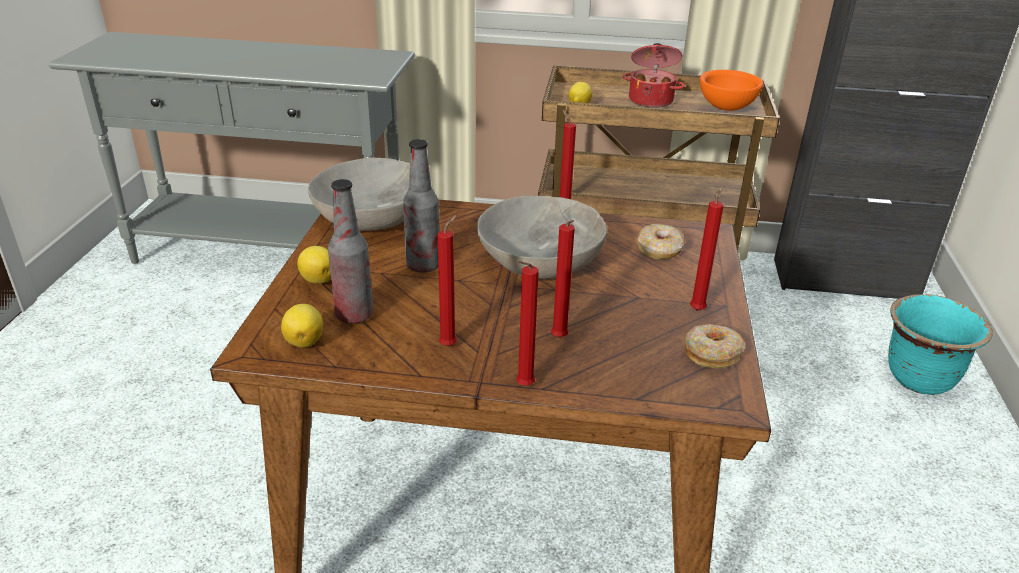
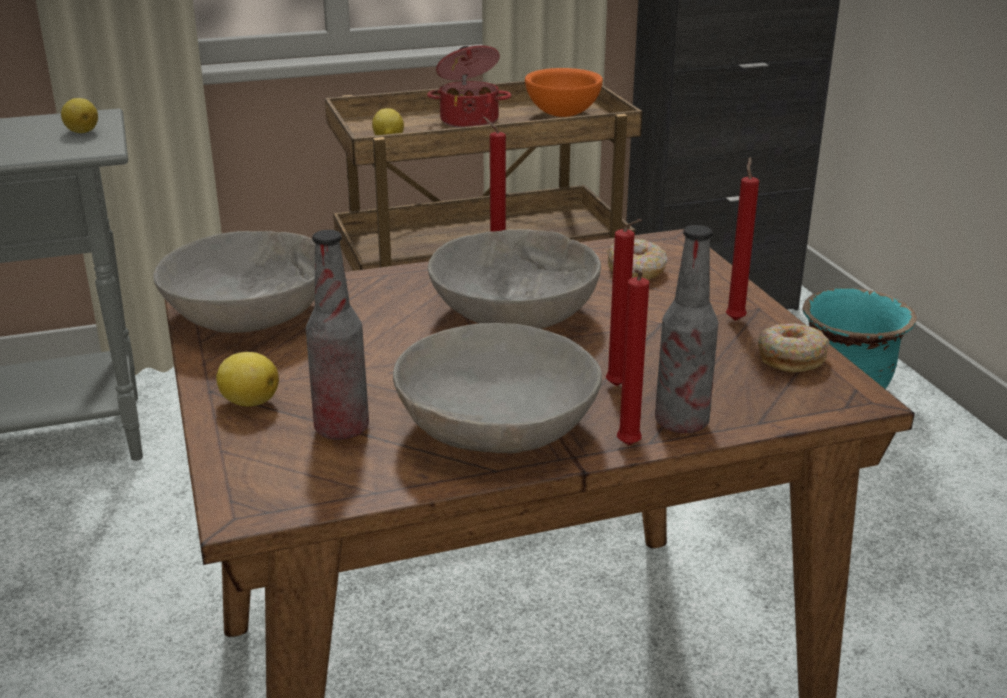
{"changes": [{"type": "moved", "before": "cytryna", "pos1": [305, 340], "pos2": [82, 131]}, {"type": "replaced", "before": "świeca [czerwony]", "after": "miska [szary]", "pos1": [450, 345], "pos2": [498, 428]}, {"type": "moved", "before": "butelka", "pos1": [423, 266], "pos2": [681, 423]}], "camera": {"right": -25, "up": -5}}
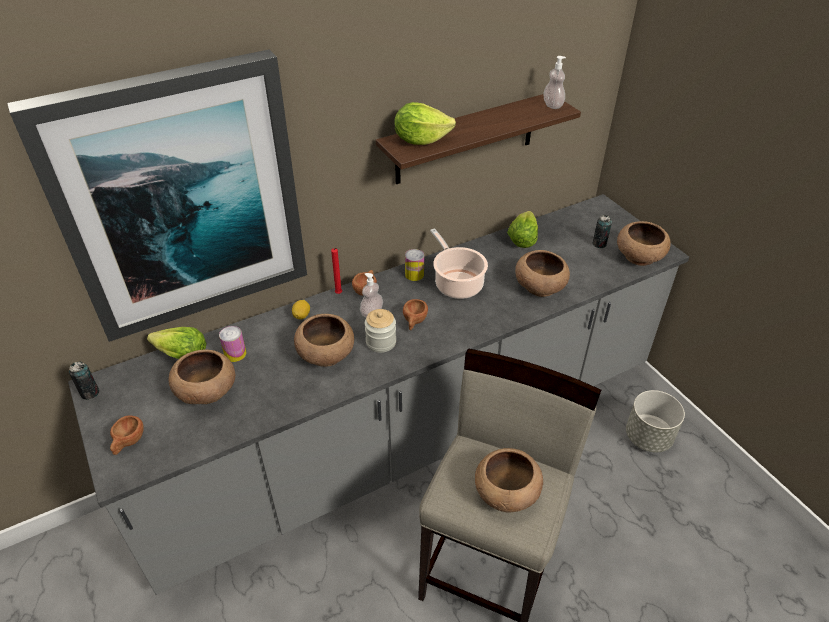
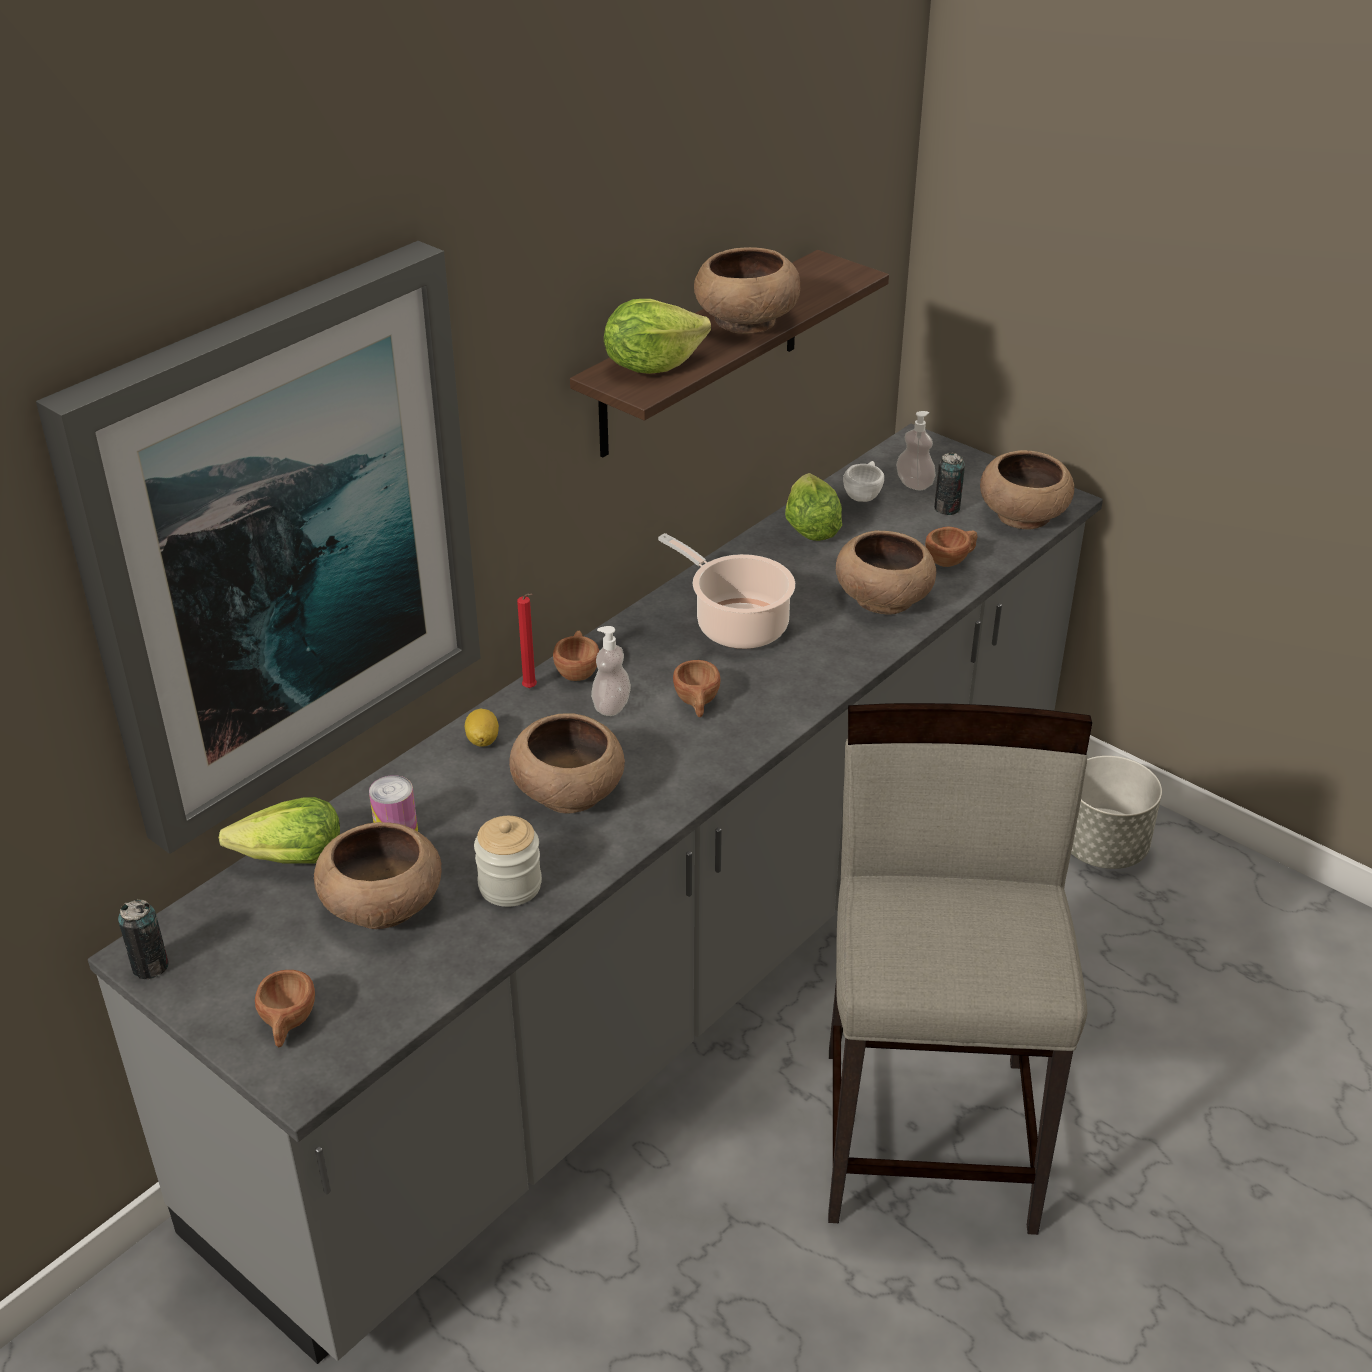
{"changes": [{"type": "moved", "before": "słoik", "pos1": [381, 342], "pos2": [510, 885]}, {"type": "moved", "before": "miska [brązowy]", "pos1": [505, 492], "pos2": [745, 321]}, {"type": "added", "after": "filiżanka [biały]", "pos2": [864, 494]}, {"type": "moved", "before": "dozownik mydła", "pos1": [552, 105], "pos2": [914, 484]}, {"type": "added", "after": "filiżanka [brązowy]", "pos2": [951, 560]}, {"type": "removed", "before": "puszka", "pos1": [414, 274]}], "camera": {"right": -20, "up": -5}}
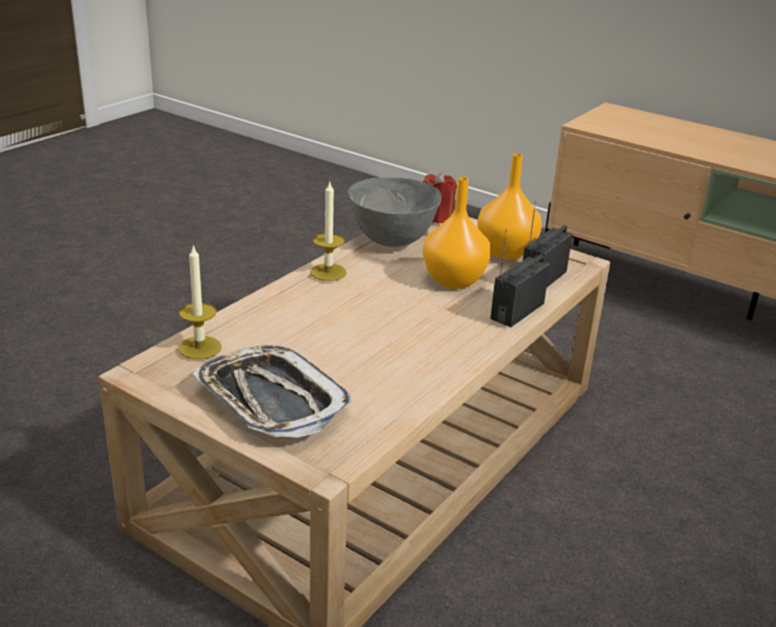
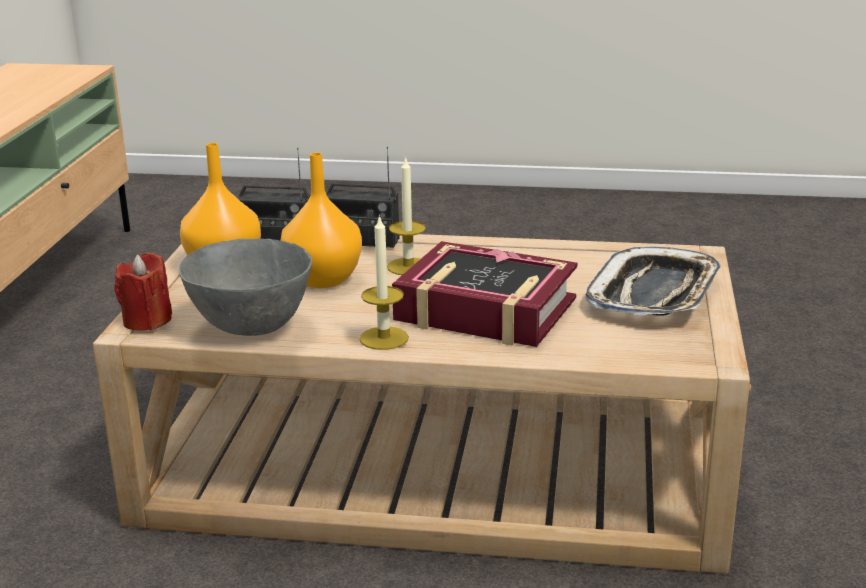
{"changes": [{"type": "moved", "before": "świeca", "pos1": [200, 347], "pos2": [408, 266]}, {"type": "added", "after": "książka", "pos2": [485, 310]}], "camera": {"right": -115, "up": -5}}
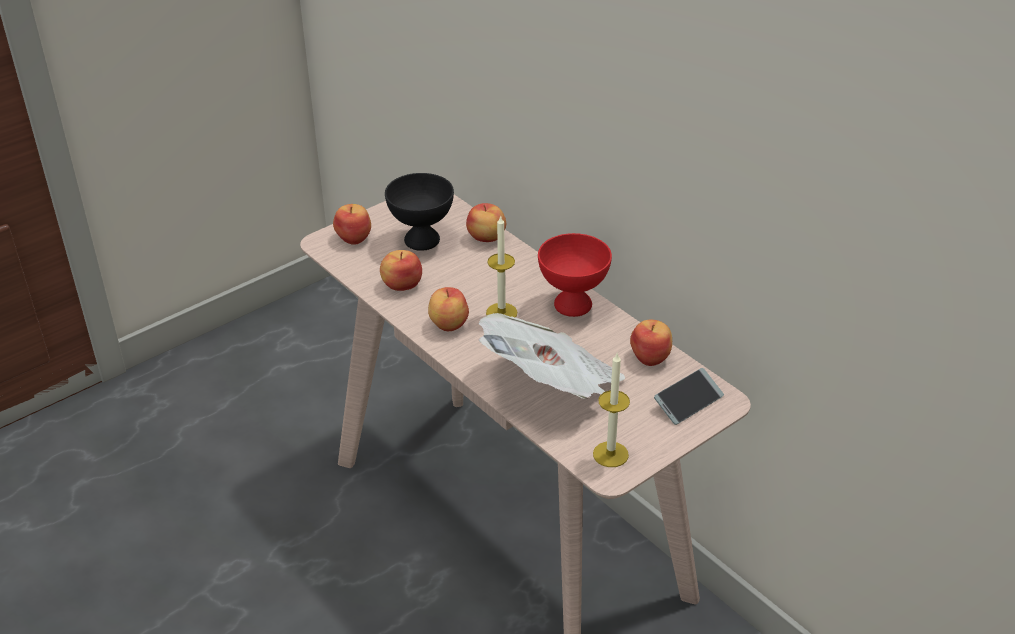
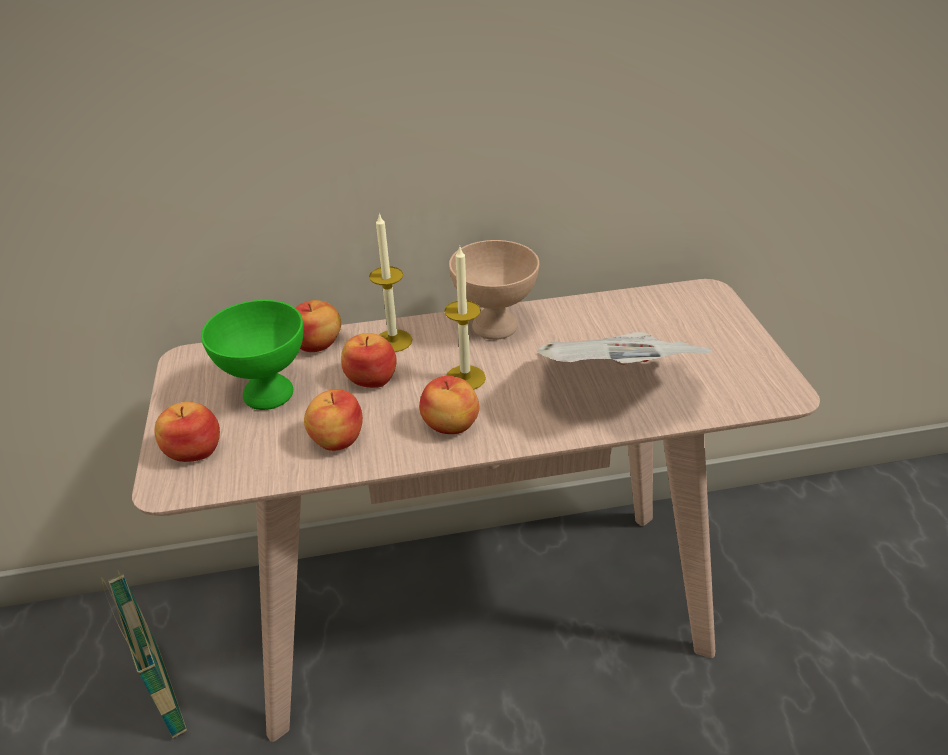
{"changes": [{"type": "added", "after": "koszyk", "pos2": [166, 692]}, {"type": "recoloured", "before": "miska [czarny]", "after": "miska [zielony]", "pos1": [422, 241], "pos2": [270, 394]}, {"type": "moved", "before": "jabłko", "pos1": [651, 356], "pos2": [371, 378]}, {"type": "moved", "before": "świeca", "pos1": [610, 454], "pos2": [393, 341]}, {"type": "recoloured", "before": "miska [czerwony]", "after": "miska [beżowy]", "pos1": [572, 304], "pos2": [493, 326]}, {"type": "removed", "before": "telefon", "pos1": [688, 402]}], "camera": {"right": -60, "up": 0}}
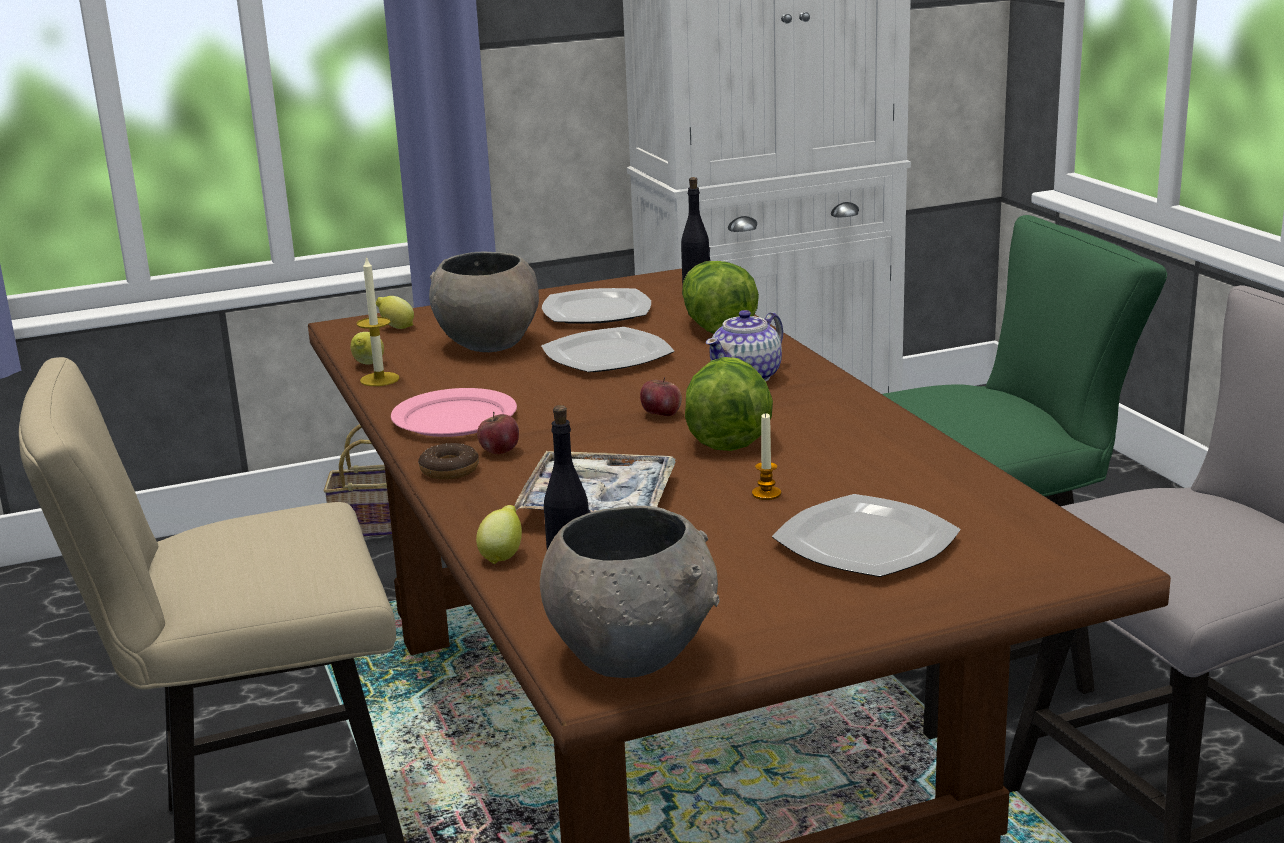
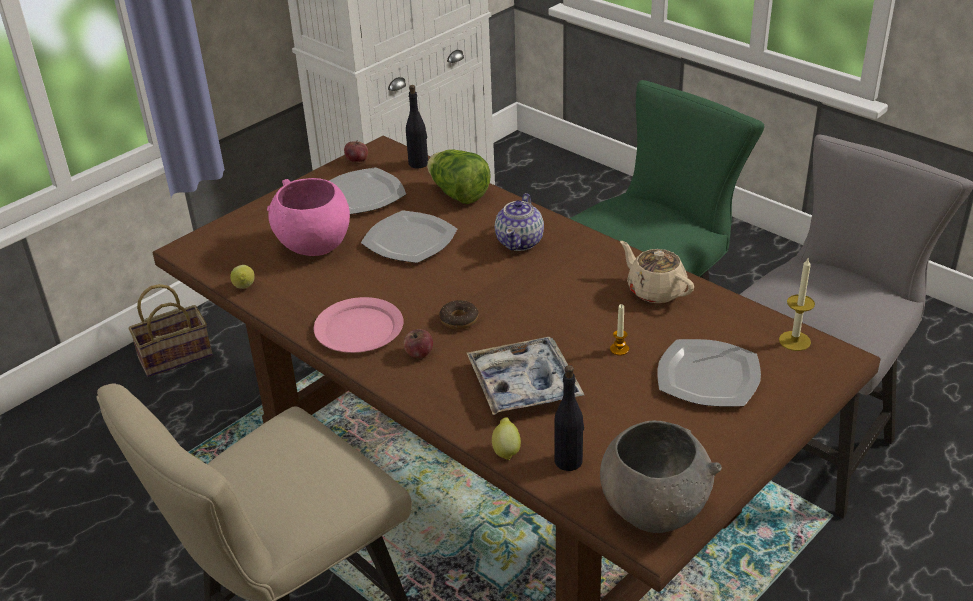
{"changes": [{"type": "recoloured", "before": "miska [szary]", "after": "miska [różowy]", "pos1": [488, 344], "pos2": [314, 246]}, {"type": "moved", "before": "jabłko", "pos1": [661, 414], "pos2": [357, 160]}, {"type": "moved", "before": "donut", "pos1": [449, 470], "pos2": [459, 320]}, {"type": "added", "after": "imbryk [beżowy]", "pos2": [655, 290]}, {"type": "moved", "before": "świeca", "pos1": [379, 379], "pos2": [794, 341]}, {"type": "removed", "before": "cytryna", "pos1": [396, 328]}, {"type": "removed", "before": "sałata", "pos1": [727, 437]}], "camera": {"right": -25, "up": 15}}
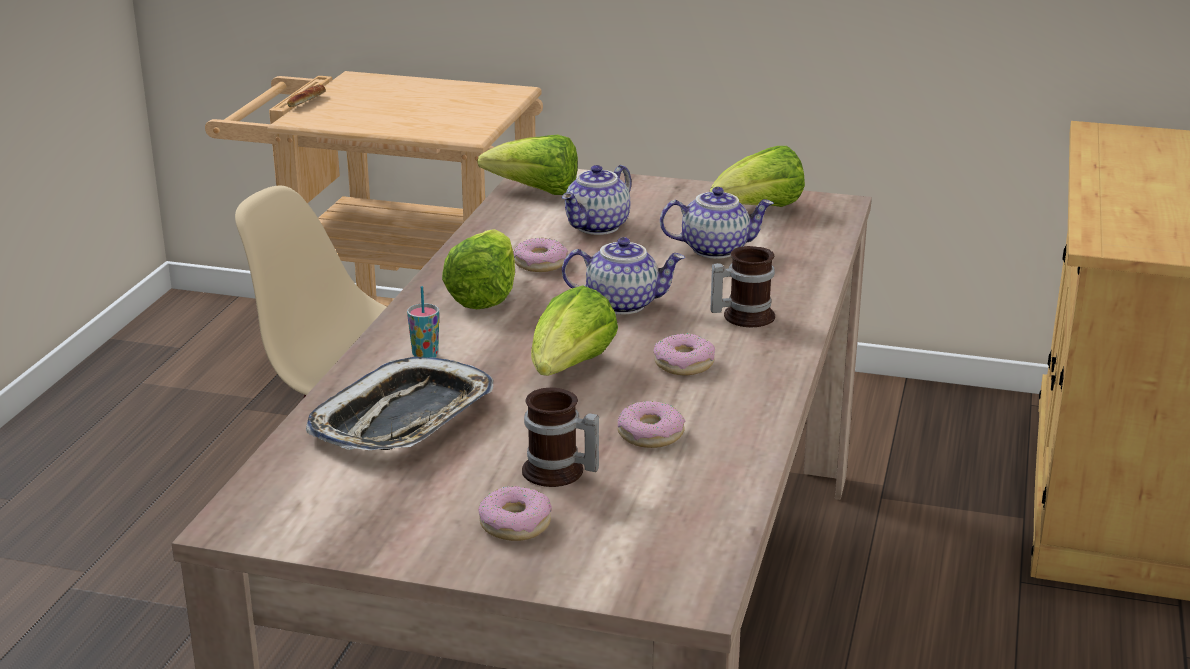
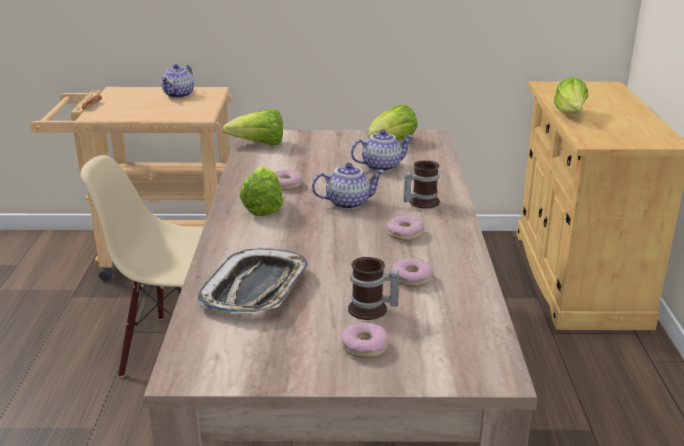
{"changes": [{"type": "moved", "before": "imbryk", "pos1": [598, 227], "pos2": [179, 95]}, {"type": "moved", "before": "sałata", "pos1": [570, 370], "pos2": [570, 114]}, {"type": "removed", "before": "filiżanka", "pos1": [425, 356]}], "camera": {"right": -15, "up": 0}}
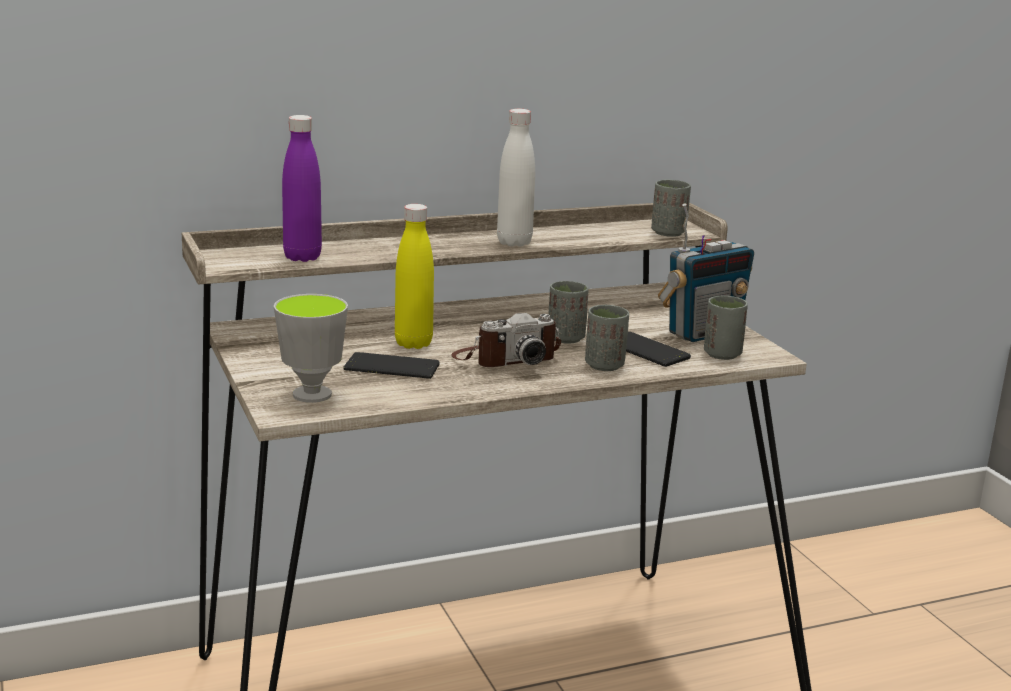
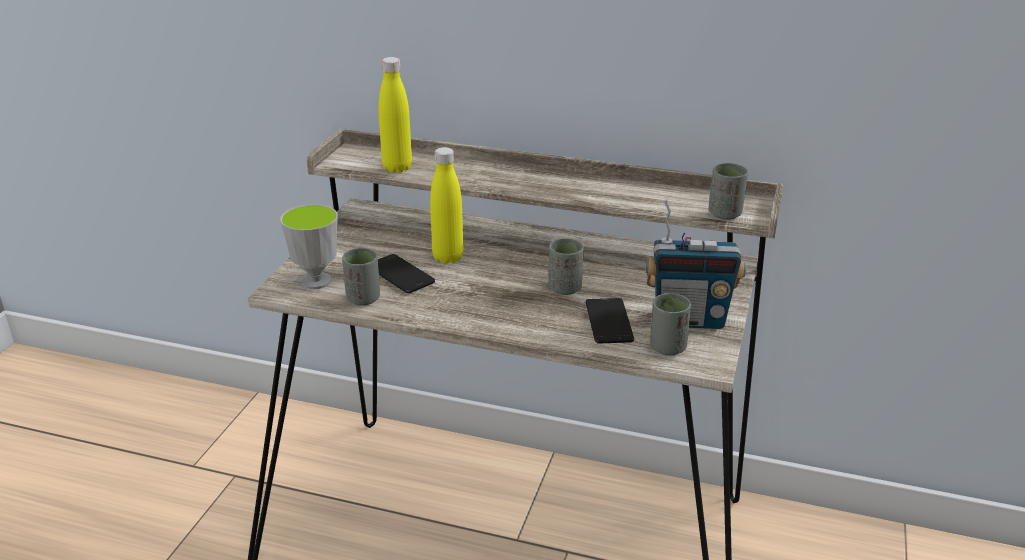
{"changes": [{"type": "moved", "before": "filiżanka [szary]", "pos1": [604, 365], "pos2": [363, 299]}, {"type": "recoloured", "before": "butelka [fioletowy]", "after": "butelka [żółty]", "pos1": [302, 257], "pos2": [397, 168]}, {"type": "removed", "before": "aparat fotograficzny", "pos1": [506, 359]}, {"type": "removed", "before": "butelka [biały]", "pos1": [514, 243]}], "camera": {"right": 40, "up": 10}}
